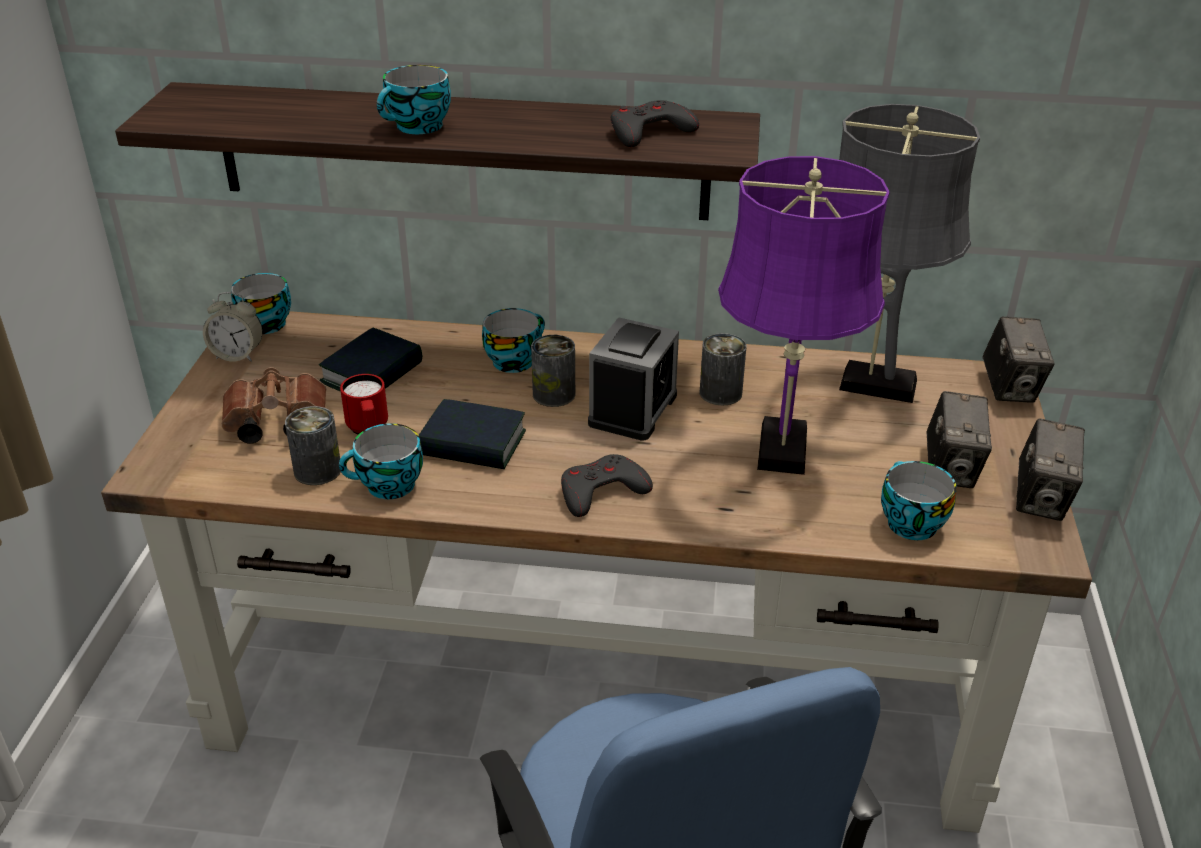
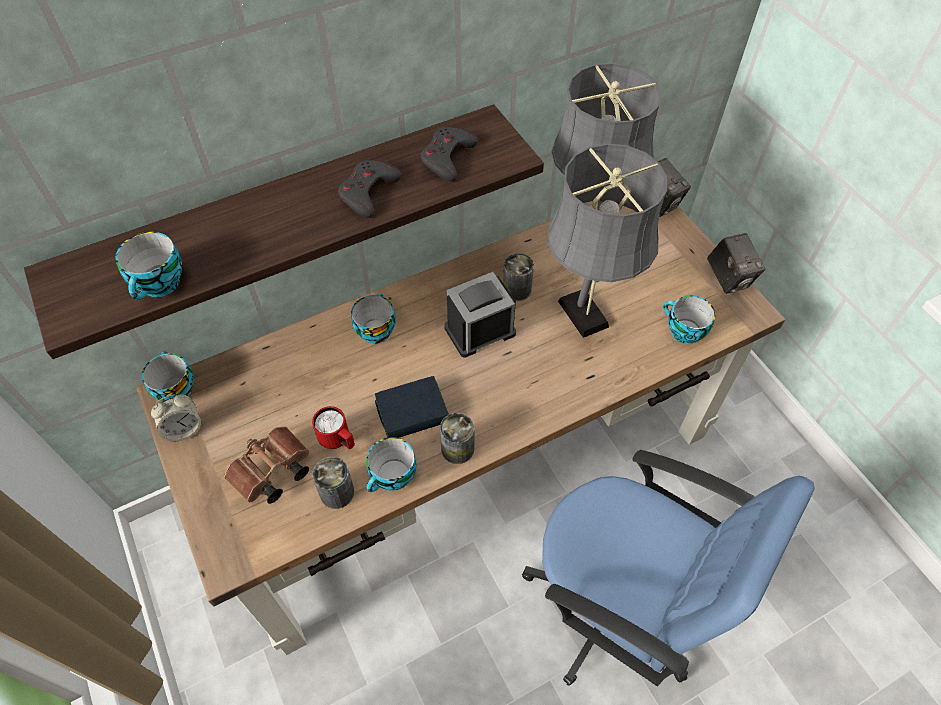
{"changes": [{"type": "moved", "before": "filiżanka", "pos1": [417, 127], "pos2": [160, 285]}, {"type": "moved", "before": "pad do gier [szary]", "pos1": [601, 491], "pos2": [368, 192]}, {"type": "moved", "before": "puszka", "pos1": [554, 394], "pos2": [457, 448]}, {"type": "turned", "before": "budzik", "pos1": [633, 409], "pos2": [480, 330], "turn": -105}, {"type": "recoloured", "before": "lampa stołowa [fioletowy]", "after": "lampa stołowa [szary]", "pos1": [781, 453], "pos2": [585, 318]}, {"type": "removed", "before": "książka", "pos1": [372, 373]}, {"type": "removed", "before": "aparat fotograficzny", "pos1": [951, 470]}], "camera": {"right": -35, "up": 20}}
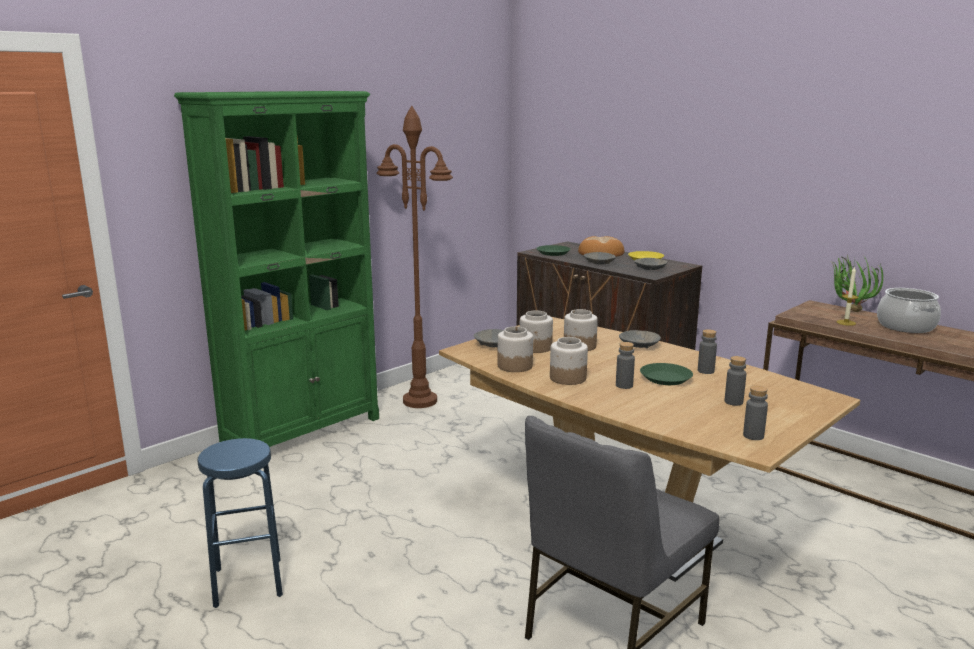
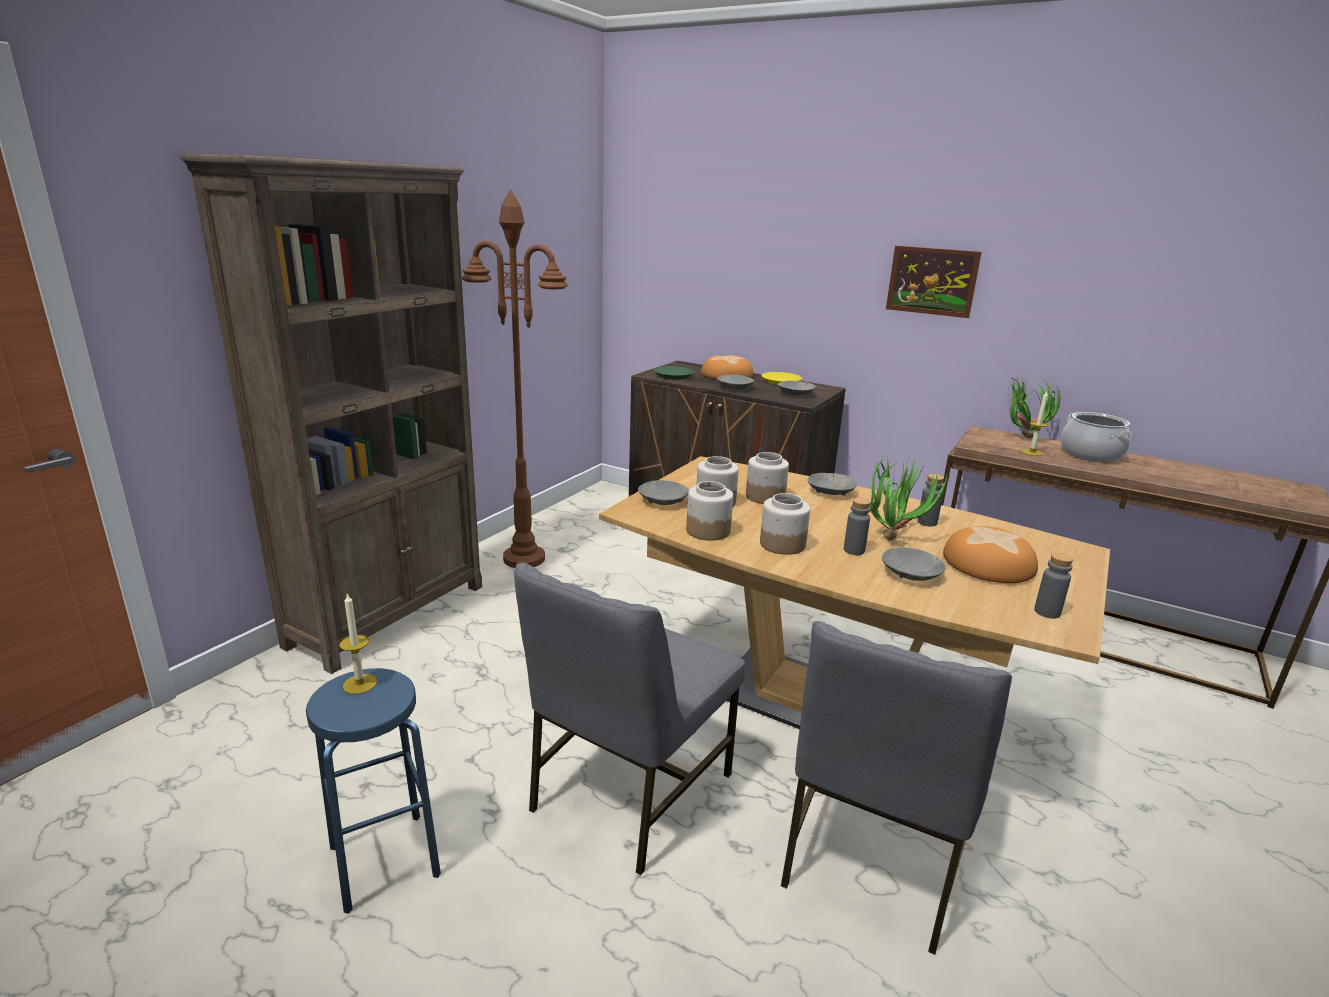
{"changes": [{"type": "recoloured", "before": "regał [zielony]", "after": "regał [brązowy]", "pos1": [303, 432], "pos2": [390, 614]}, {"type": "added", "after": "świeca", "pos2": [360, 684]}, {"type": "added", "after": "krzesło [szary]", "pos2": [627, 792]}, {"type": "replaced", "before": "talerz [zielony]", "after": "roślina doniczkowa", "pos1": [666, 378], "pos2": [892, 536]}, {"type": "added", "after": "miska [szary]", "pos2": [911, 574]}, {"type": "added", "after": "obraz", "pos2": [932, 281]}, {"type": "replaced", "before": "butelka [szary]", "after": "chleb", "pos1": [733, 402], "pos2": [988, 564]}], "camera": {"right": -15, "up": 5}}
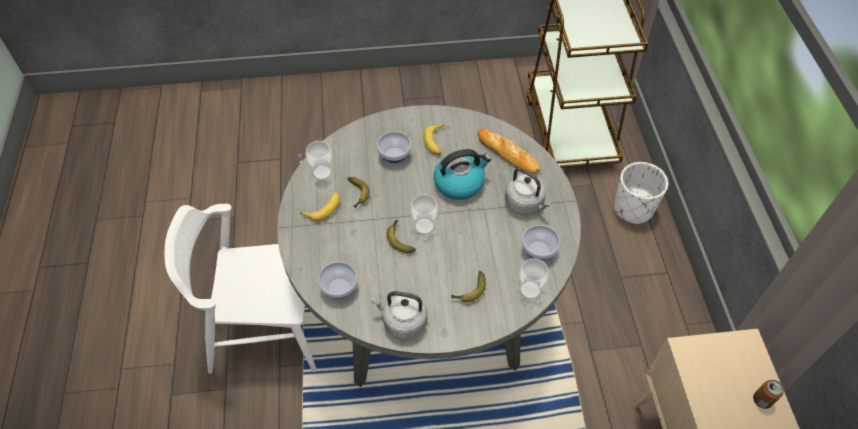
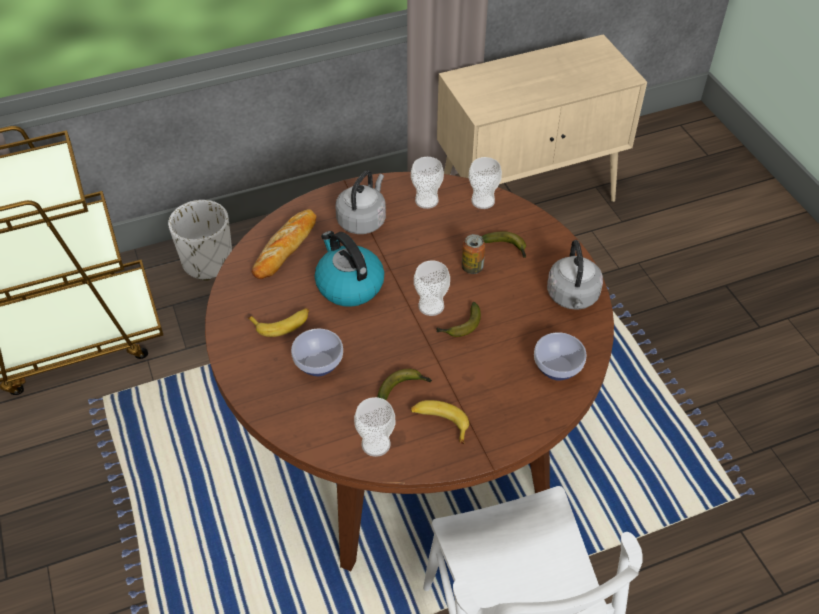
{"changes": [{"type": "recoloured", "before": "stół jadalny [szary]", "after": "stół jadalny [brązowy]", "pos1": [428, 305], "pos2": [409, 445]}, {"type": "replaced", "before": "miska", "after": "filiżanka", "pos1": [539, 250], "pos2": [426, 200]}, {"type": "moved", "before": "puszka", "pos1": [762, 400], "pos2": [472, 267]}], "camera": {"right": -105, "up": -5}}
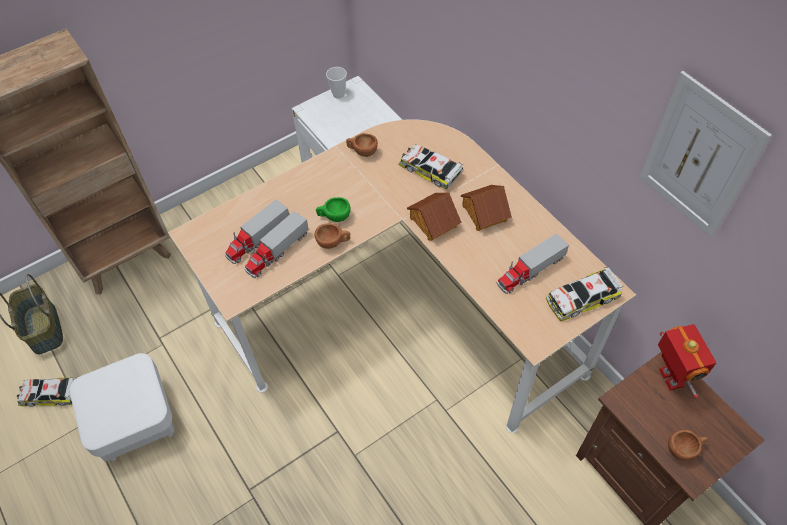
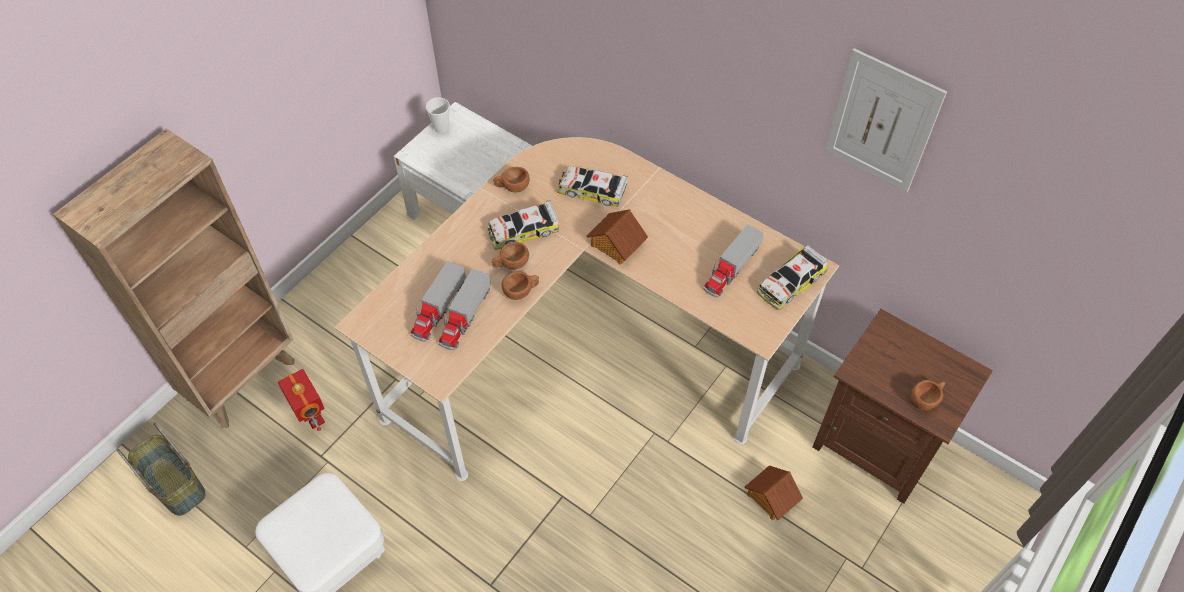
{"changes": [{"type": "moved", "before": "robot zabawkowy", "pos1": [669, 378], "pos2": [313, 418]}, {"type": "moved", "before": "samochodzik", "pos1": [50, 394], "pos2": [523, 230]}, {"type": "recoloured", "before": "filiżanka [zielony]", "after": "filiżanka [brązowy]", "pos1": [334, 217], "pos2": [511, 264]}, {"type": "moved", "before": "domek", "pos1": [483, 213], "pos2": [770, 497]}], "camera": {"right": -20, "up": 0}}
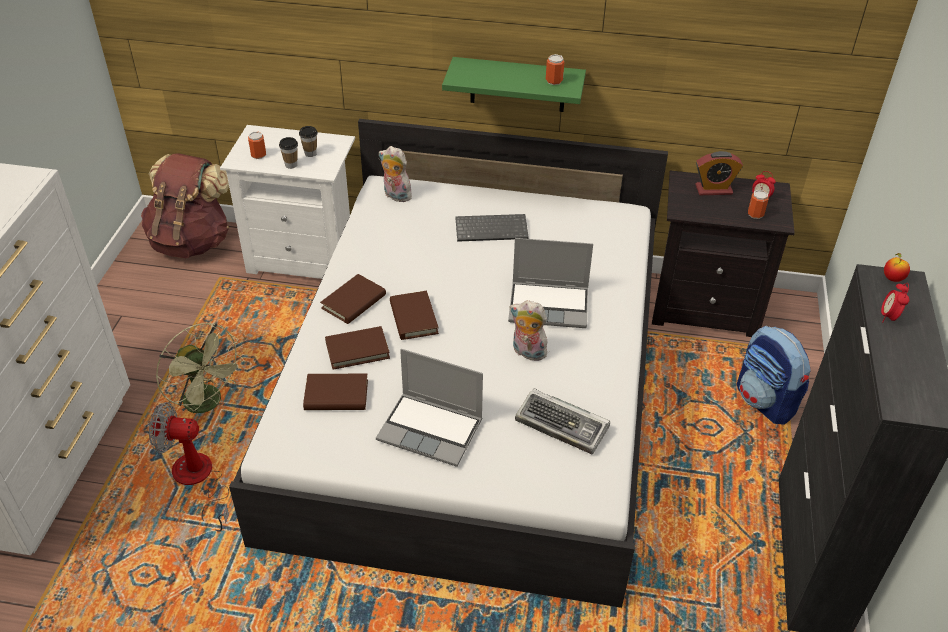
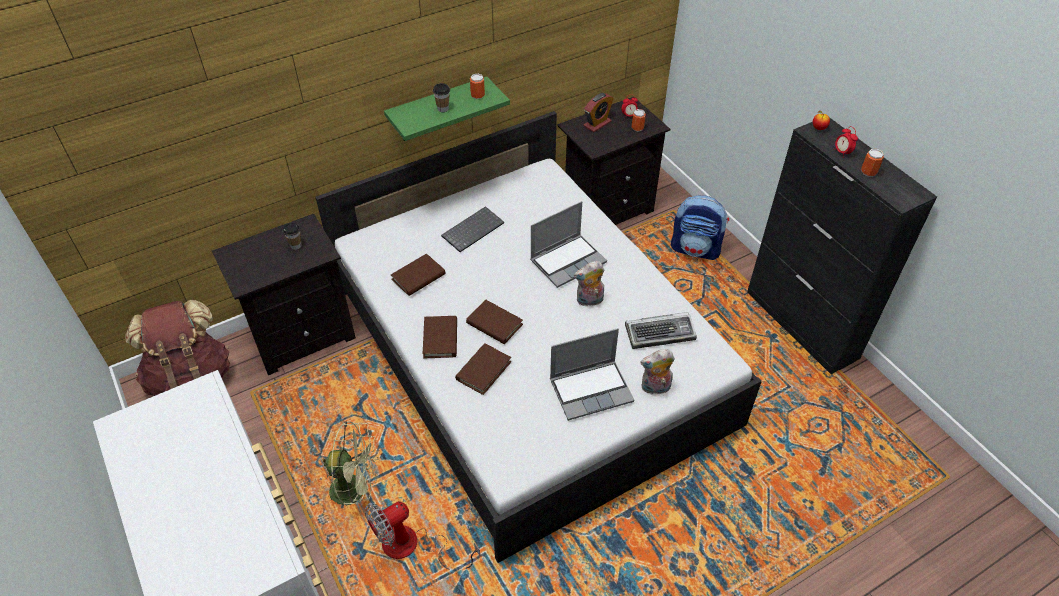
{"changes": [{"type": "recoloured", "before": "szafka nocna [biały]", "after": "szafka nocna [czarny]", "pos1": [305, 257], "pos2": [302, 335]}, {"type": "moved", "before": "książka [brązowy]", "pos1": [336, 395], "pos2": [418, 277]}, {"type": "moved", "before": "filiżanka", "pos1": [291, 165], "pos2": [443, 109]}, {"type": "moved", "before": "pluszak", "pos1": [395, 196], "pos2": [655, 388]}, {"type": "moved", "before": "puszka", "pos1": [258, 155], "pos2": [868, 172]}], "camera": {"right": -40, "up": 5}}
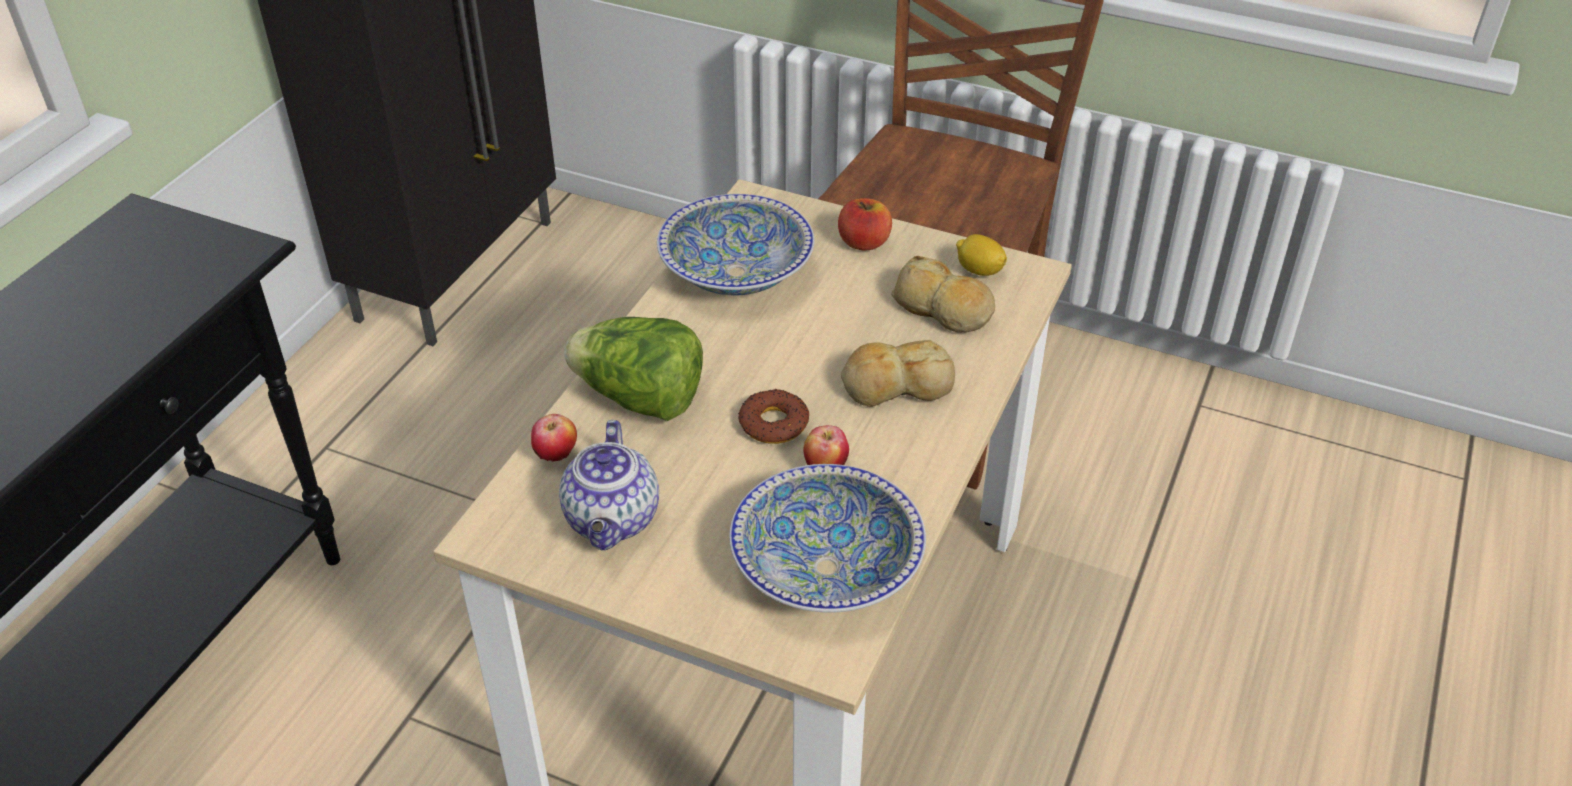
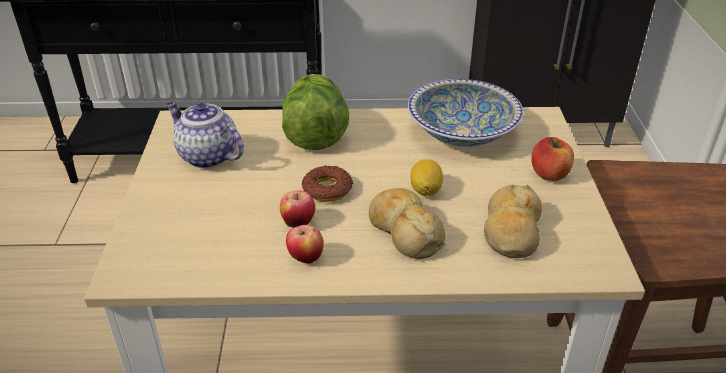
{"changes": [{"type": "turned", "before": "imbryk", "pos1": [613, 521], "pos2": [207, 156], "turn": 60}, {"type": "moved", "before": "jabłko", "pos1": [556, 457], "pos2": [305, 259]}, {"type": "moved", "before": "cytryna", "pos1": [979, 270], "pos2": [425, 190]}, {"type": "removed", "before": "miska", "pos1": [826, 568]}], "camera": {"right": 65, "up": -5}}
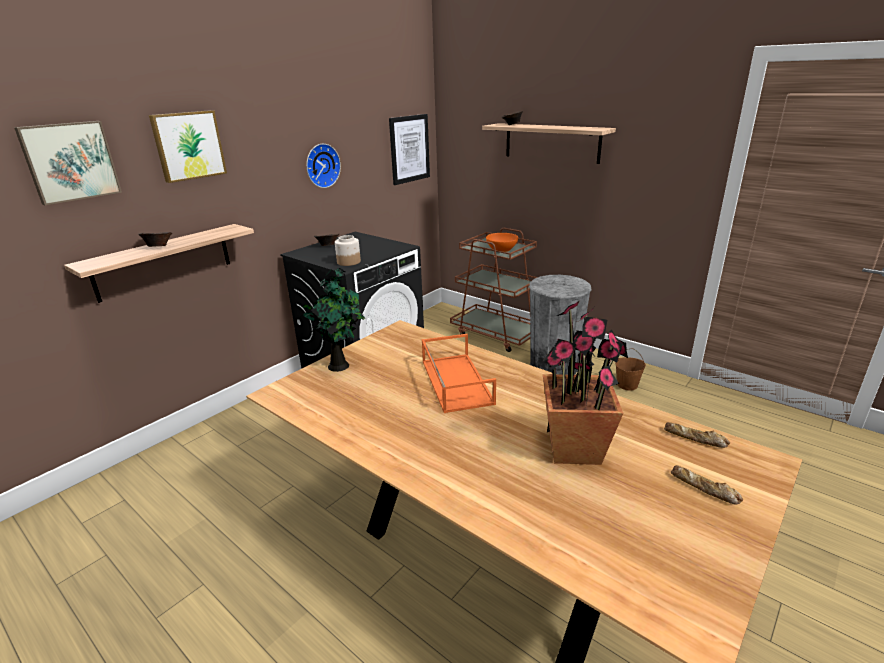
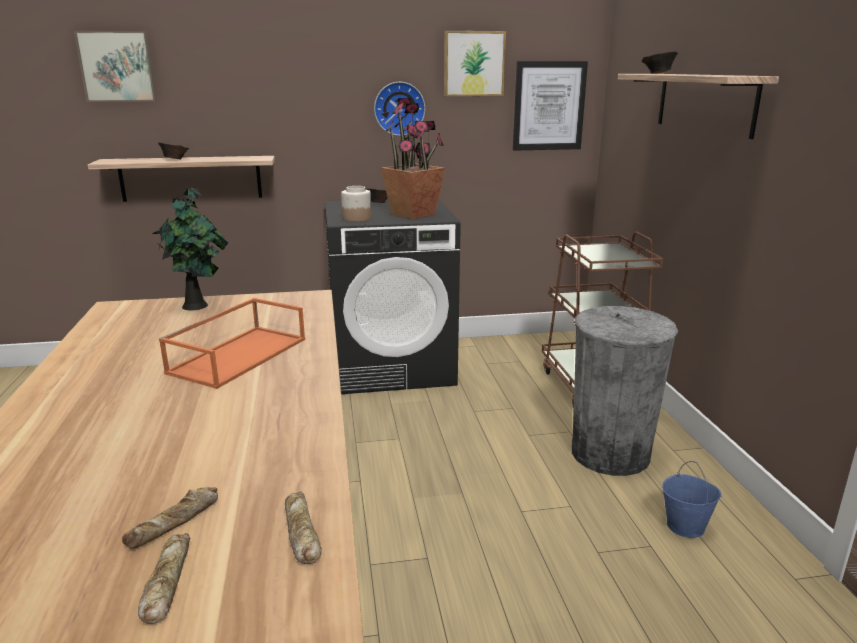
{"changes": [{"type": "added", "after": "chleb", "pos2": [175, 522]}, {"type": "moved", "before": "roślina doniczkowa", "pos1": [575, 449], "pos2": [413, 214]}, {"type": "moved", "before": "obraz", "pos1": [188, 145], "pos2": [473, 64]}, {"type": "recoloured", "before": "wiadro [brązowy]", "after": "wiadro [niebieski]", "pos1": [627, 385], "pos2": [685, 526]}, {"type": "removed", "before": "miska [pomarańczowy]", "pos1": [501, 249]}], "camera": {"right": 40, "up": -5}}
